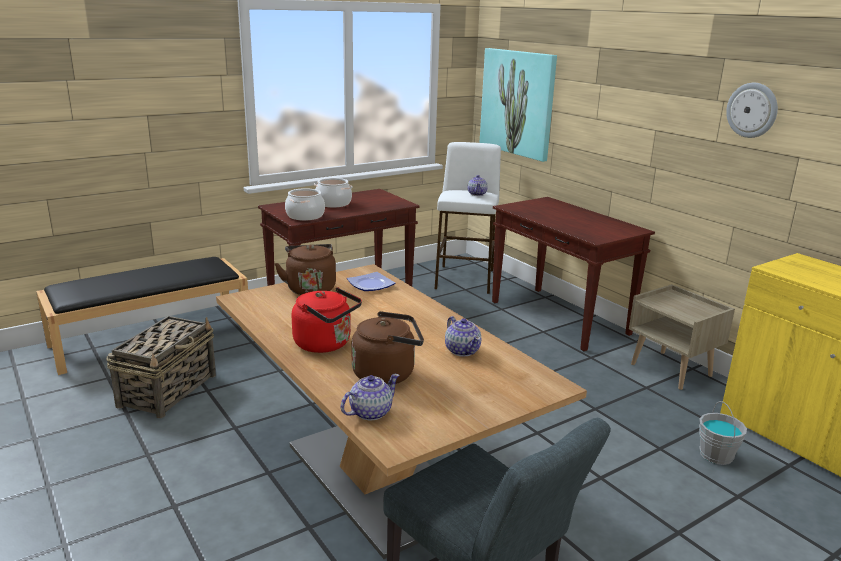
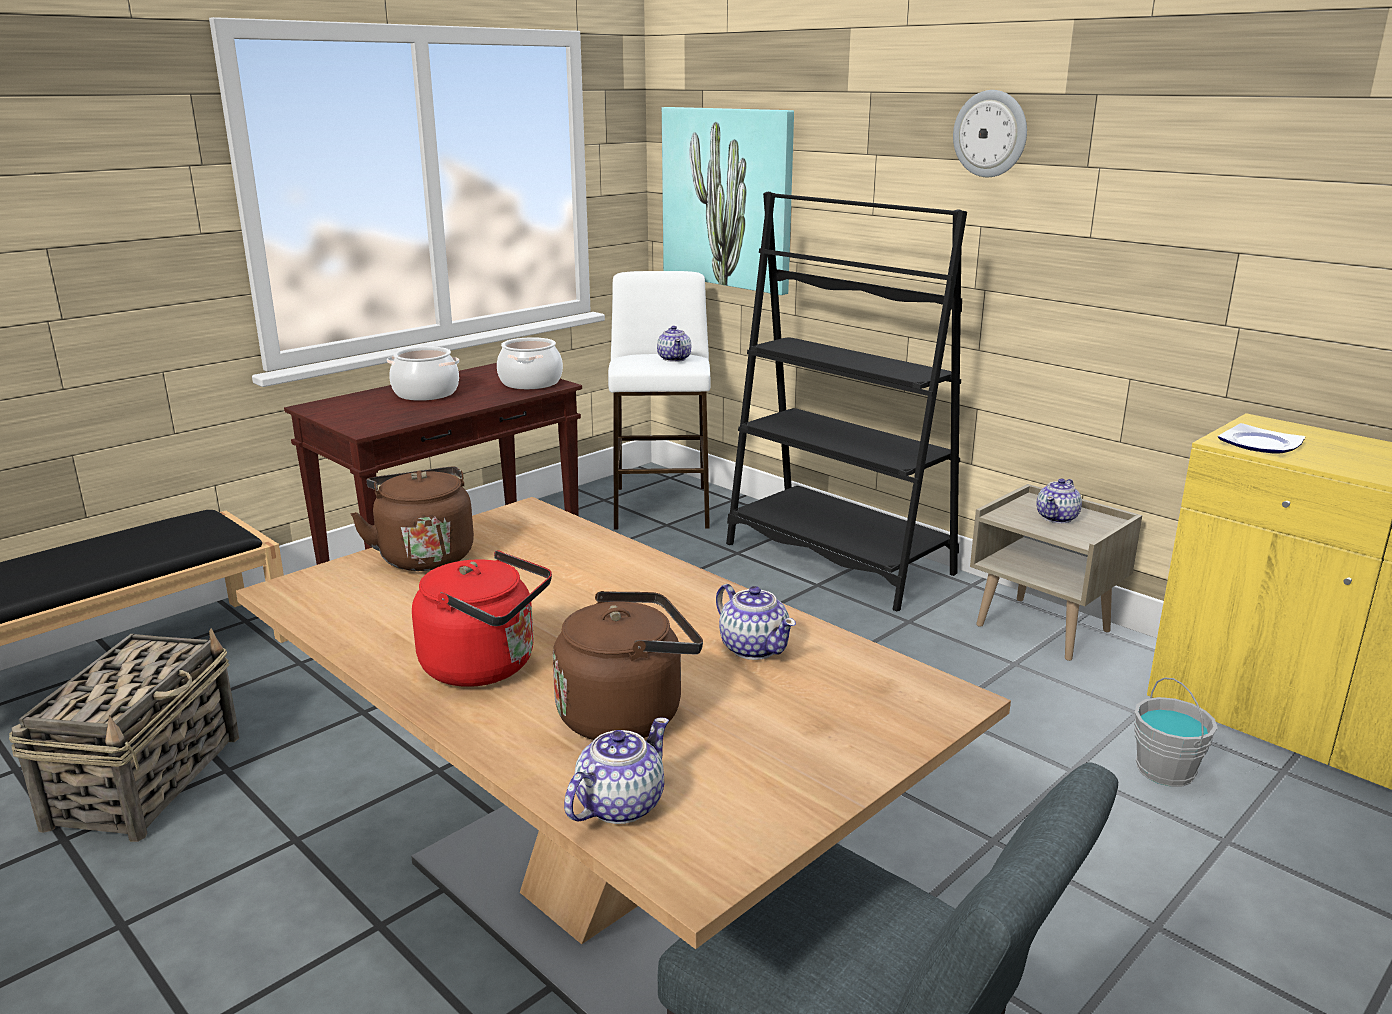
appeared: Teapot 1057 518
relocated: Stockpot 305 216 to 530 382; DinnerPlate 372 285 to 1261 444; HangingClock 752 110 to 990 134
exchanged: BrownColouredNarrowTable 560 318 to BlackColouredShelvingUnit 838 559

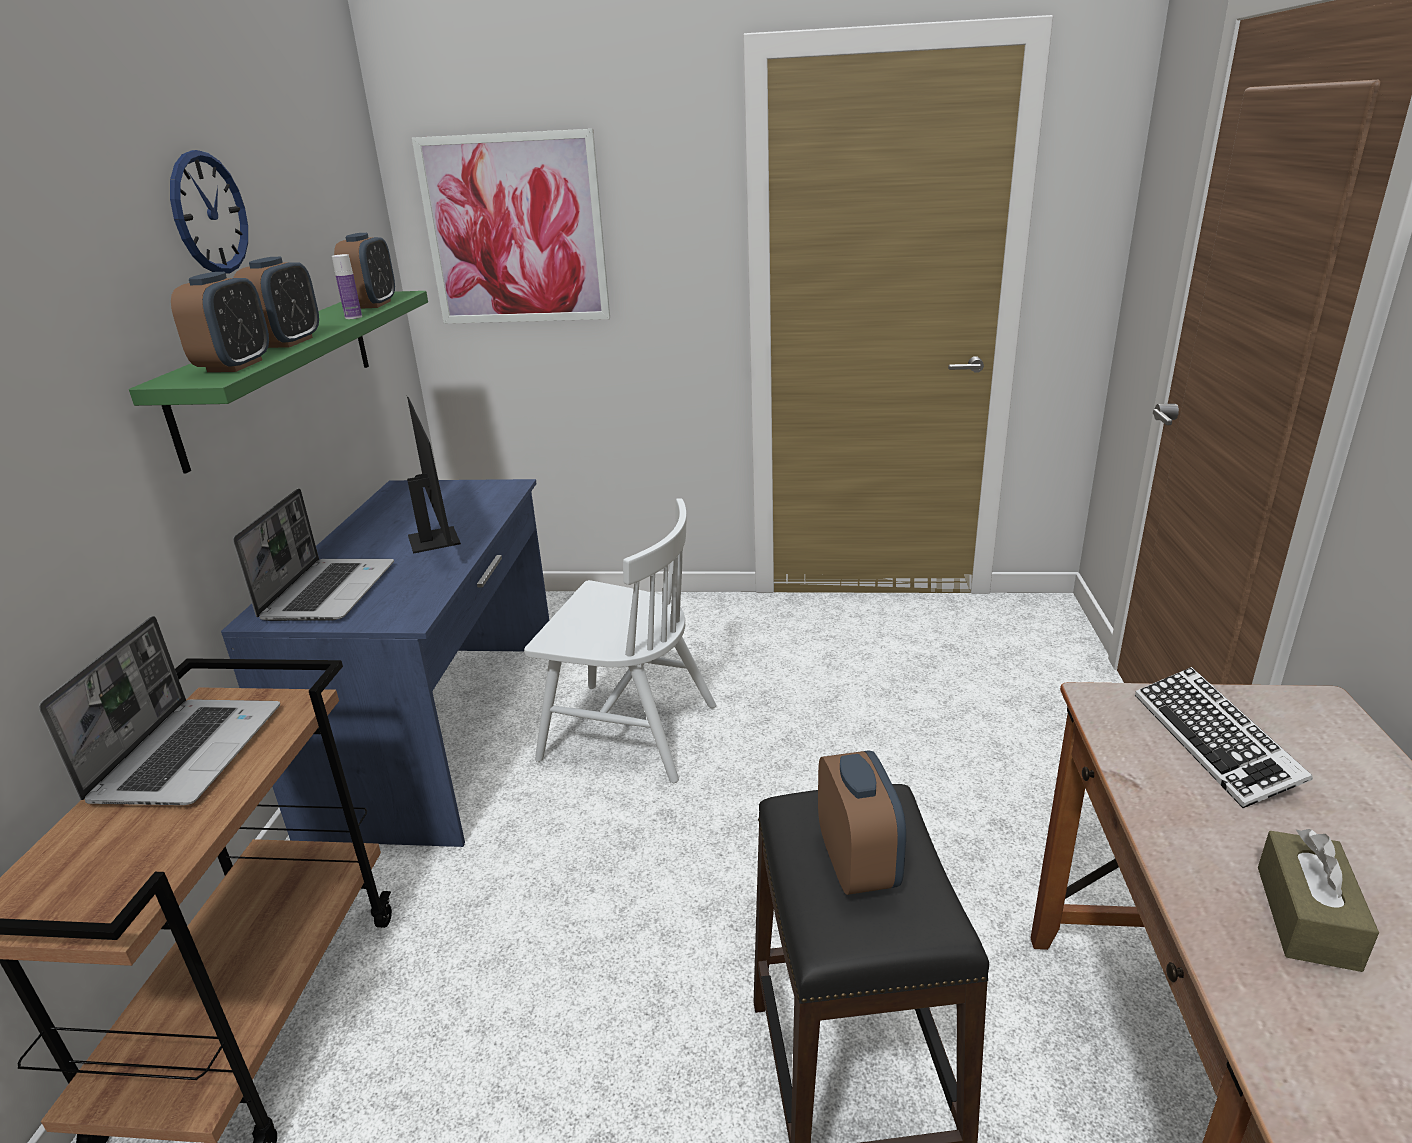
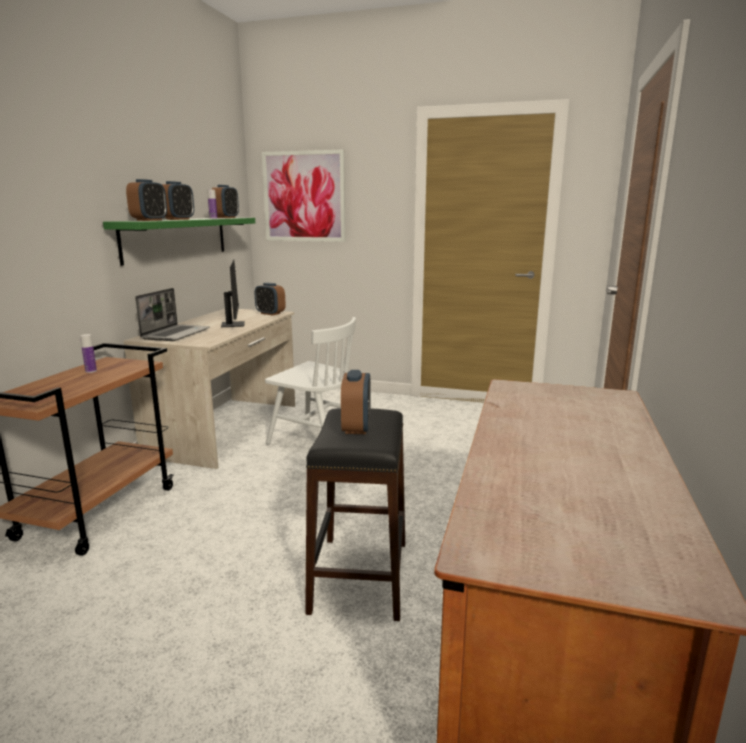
missing: HangingClock 209 213; ComputerKeyboard 1214 743; BrownColouredTissueHolder 1306 916
appeared: BedsideClock 270 313
exchanged: PortableComputer 188 752 to Bottle 91 371
colour: BlueColouredDeskUnit 444 731 to BeigeColouredDeskUnit 227 429

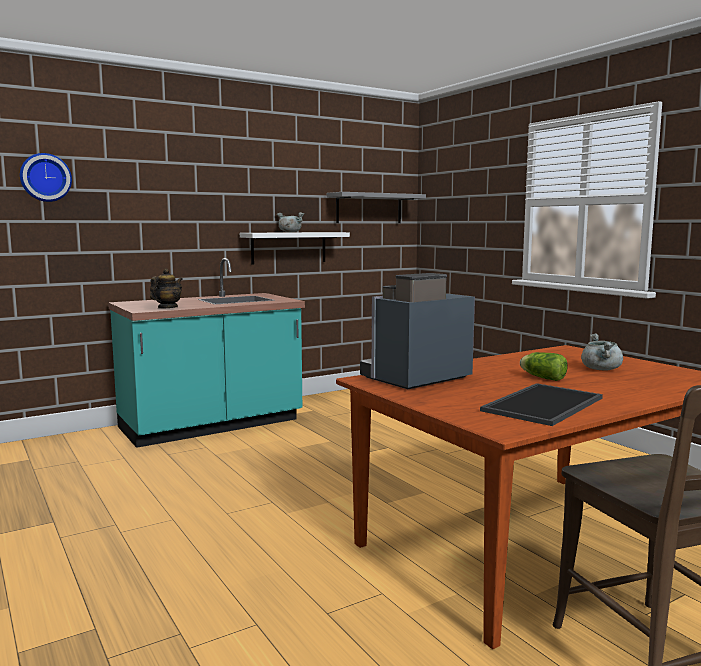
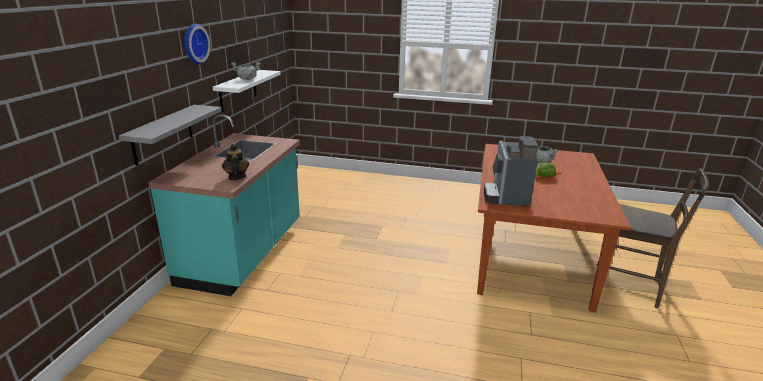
missing: ServingTray 544 405
relocated: HangingClock 45 177 to 193 43; GrayWallShelf 369 208 to 163 134

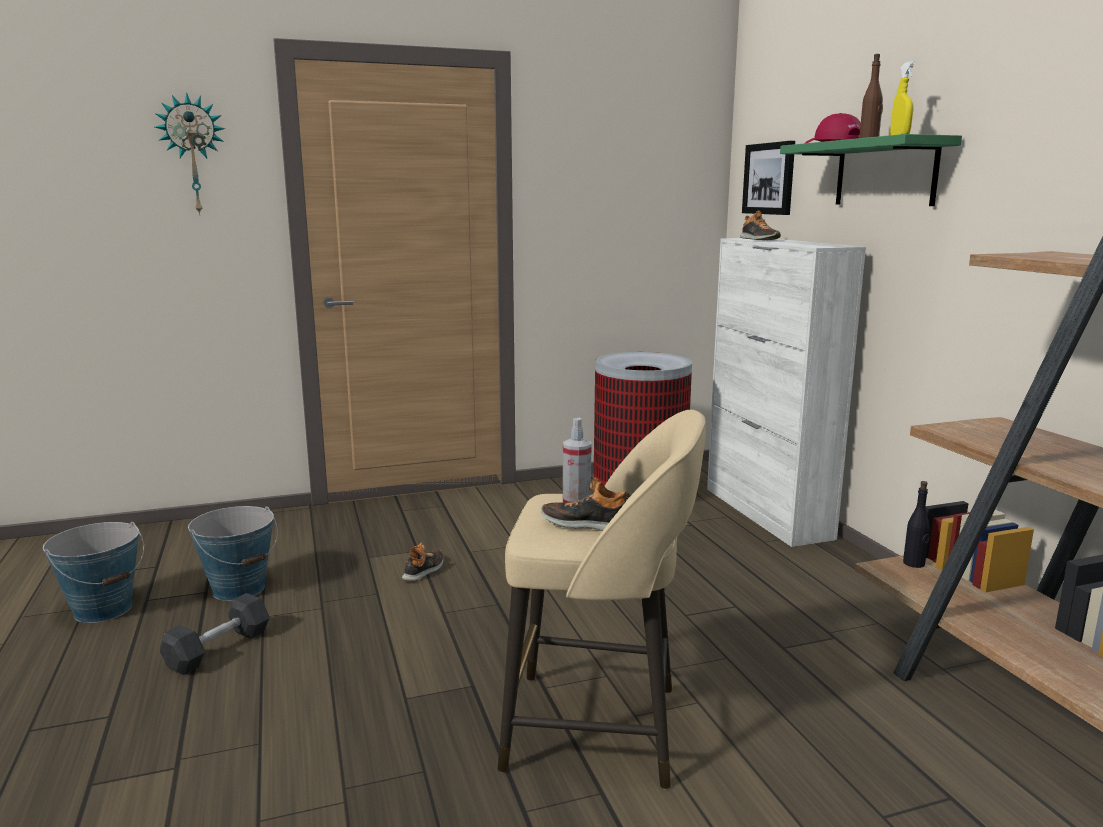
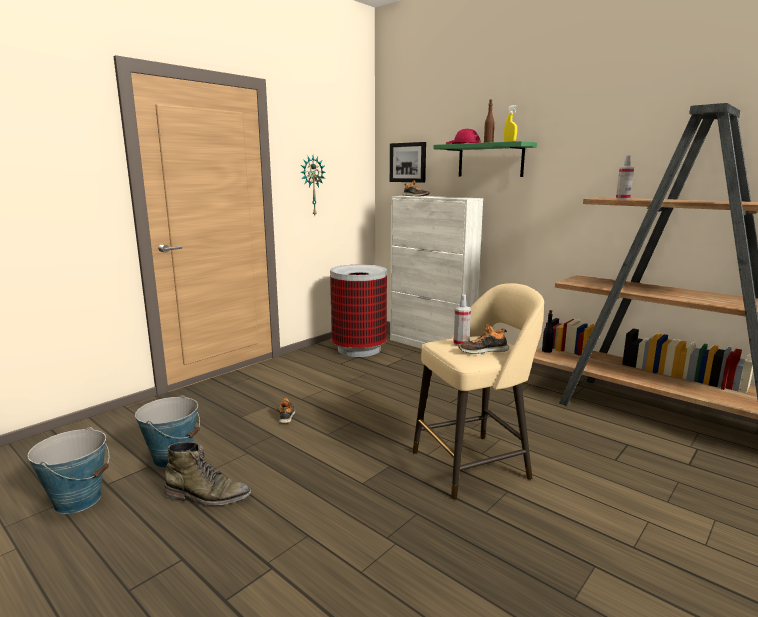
appeared: HandSprayer 622 199
relocated: HangingClock 193 155 to 312 186
exchanged: BlackColouredHandWeight 218 649 to GreenColouredHighTopBoot 208 496

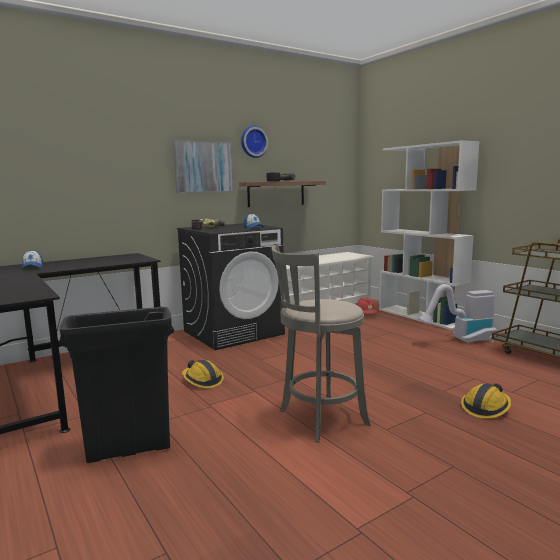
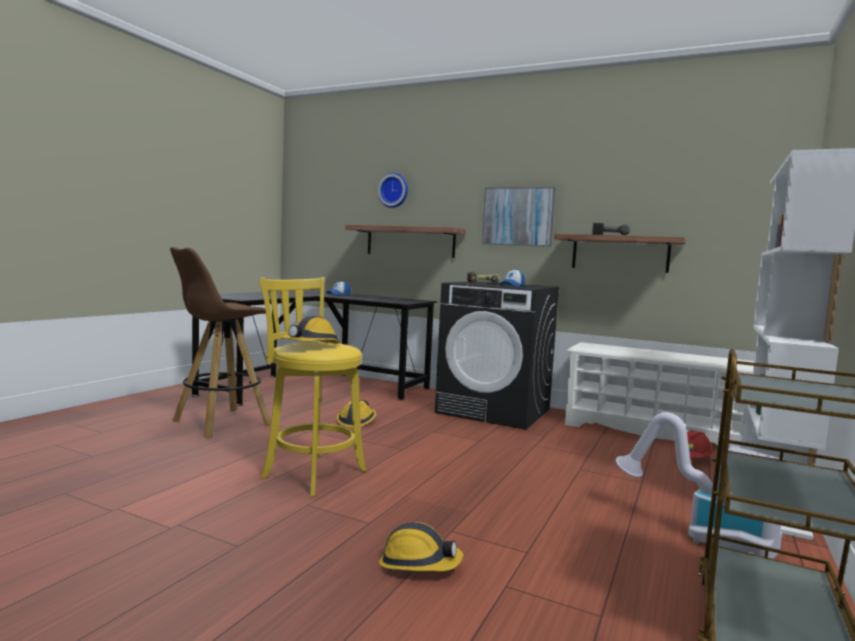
appeared: HardHat 310 346; WallShelf 410 241
relocated: HangingClock 253 142 to 394 190
exchanged: BlackColouredTrashCan 128 449 to BrownColouredStoolSeat 219 423
colour: GrayStoolSeat 319 419 to YellowStoolSeat 311 472

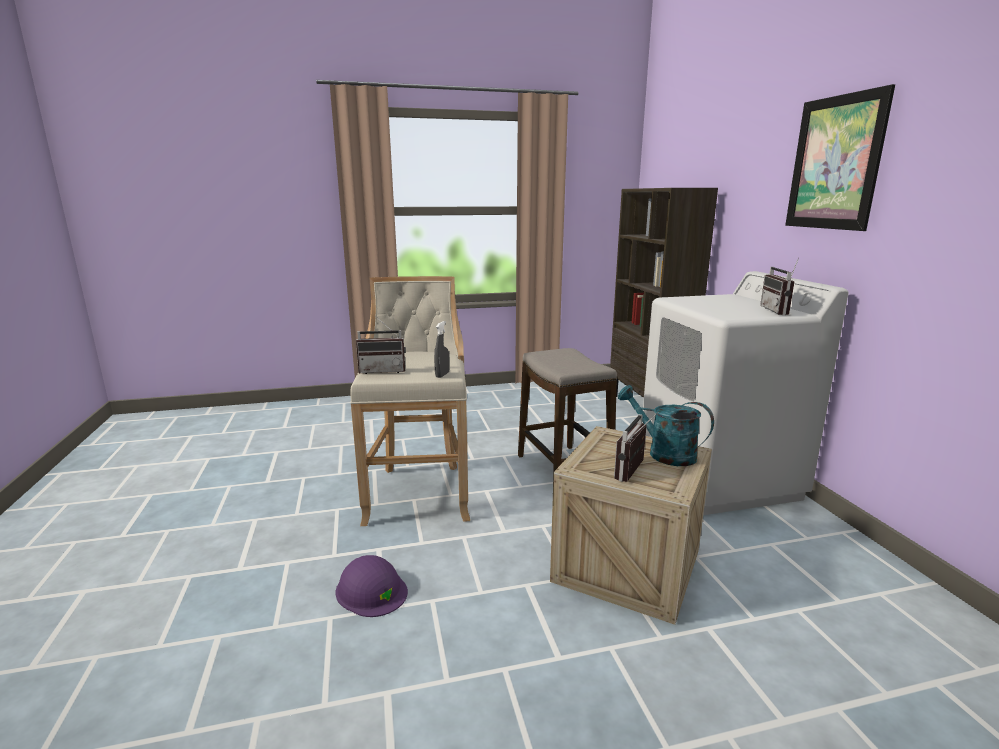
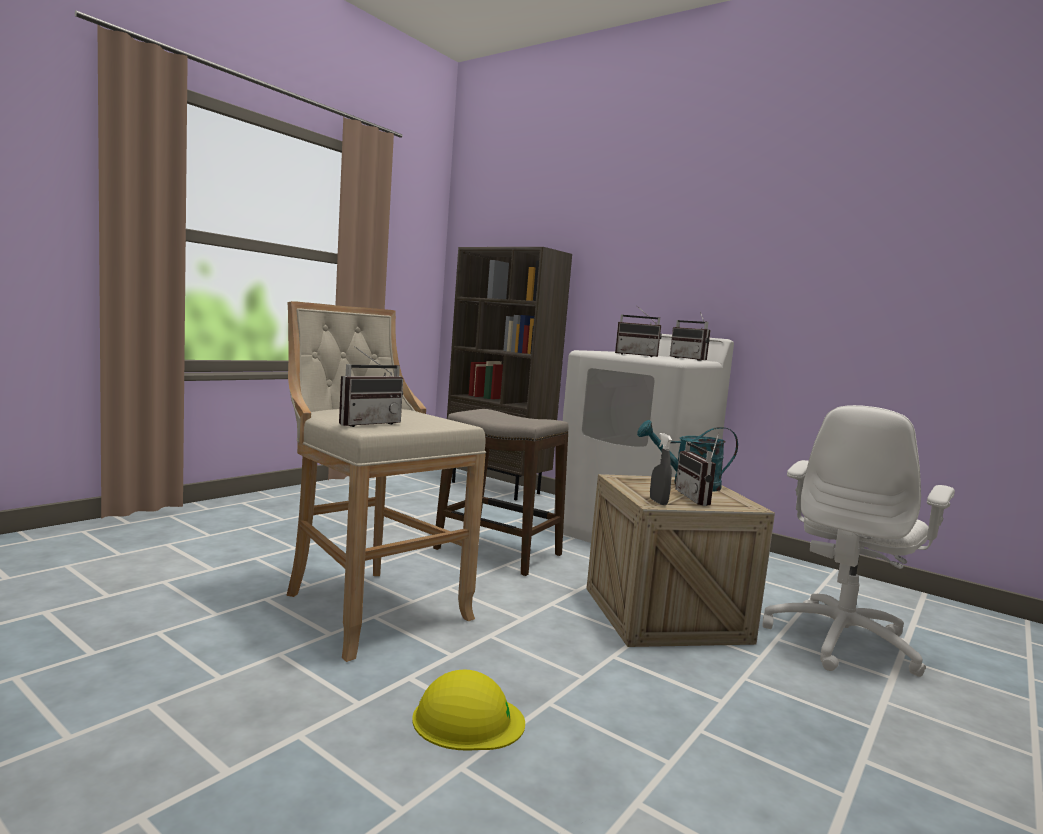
missing: WallPicture 835 163
appeared: Radio 636 355; WhiteColouredComputerChair 842 641
relocated: GrayHandSprayer 442 375 to 658 502
colour: PurpleHardHat 371 590 to YellowHardHat 467 720

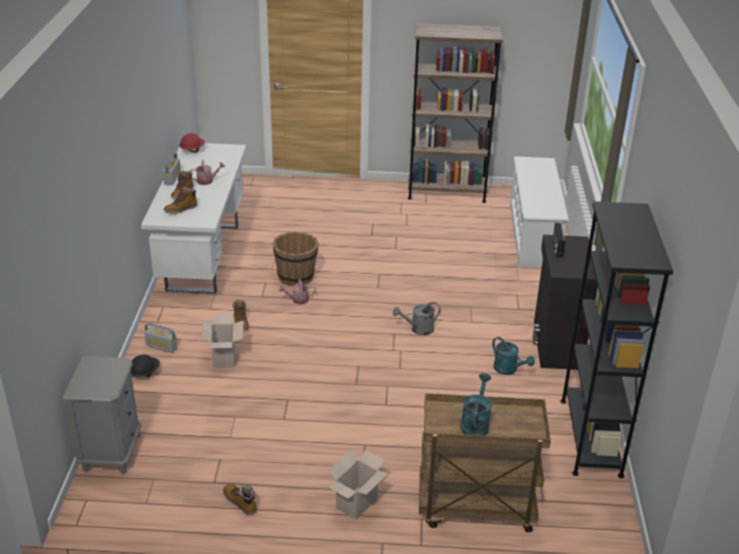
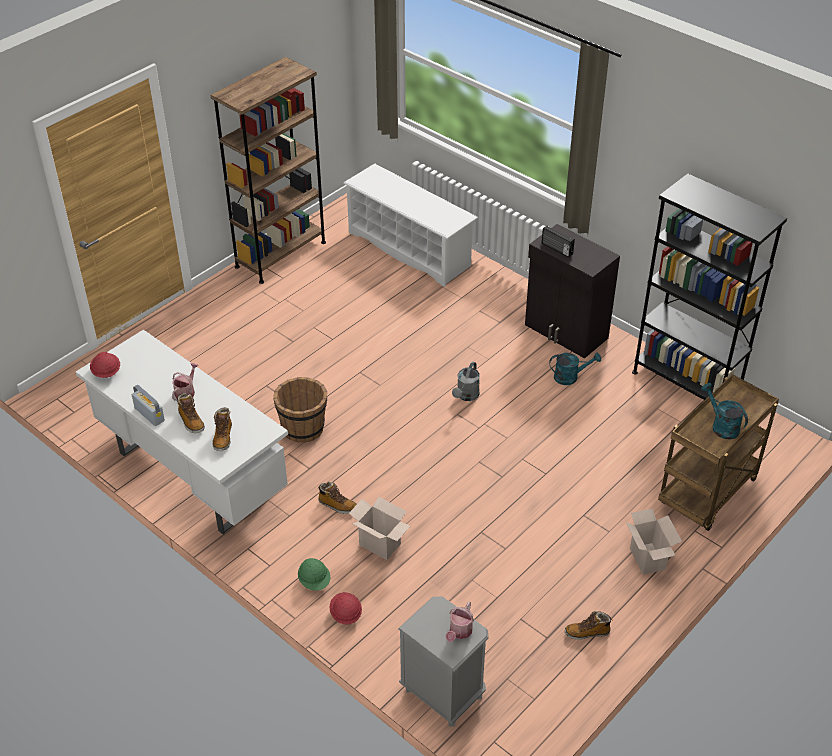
relocated: WateringPot 297 300 to 459 632
exchanged: Radio 161 346 to GreenColouredHardHat 314 581
colour: BlackColouredHardHat 144 373 to ReddishHardHat 345 614

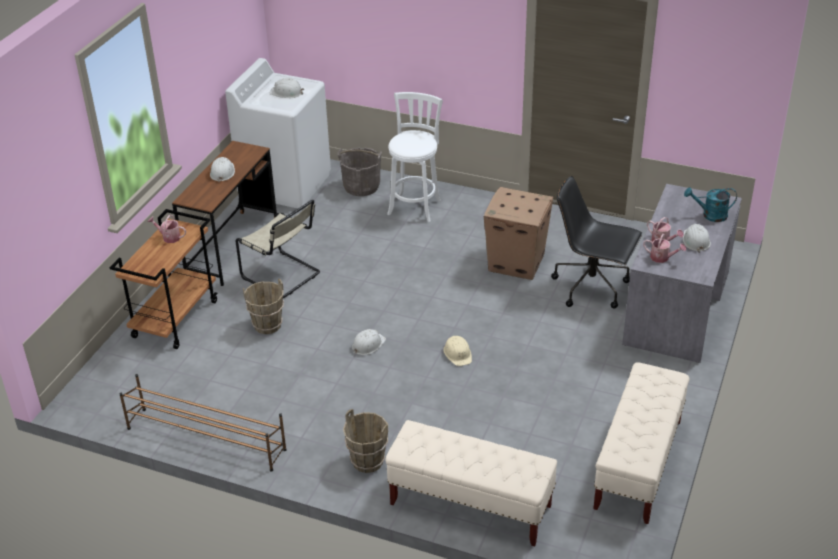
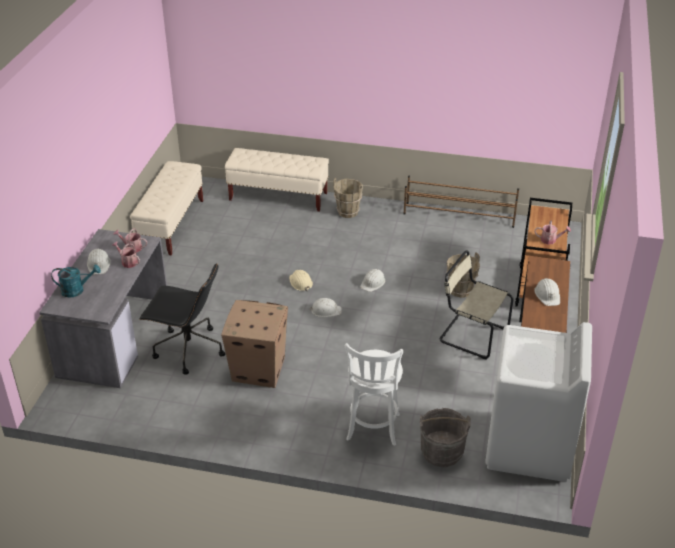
relocated: WhiteColouredHardHat 286 92 to 326 310

